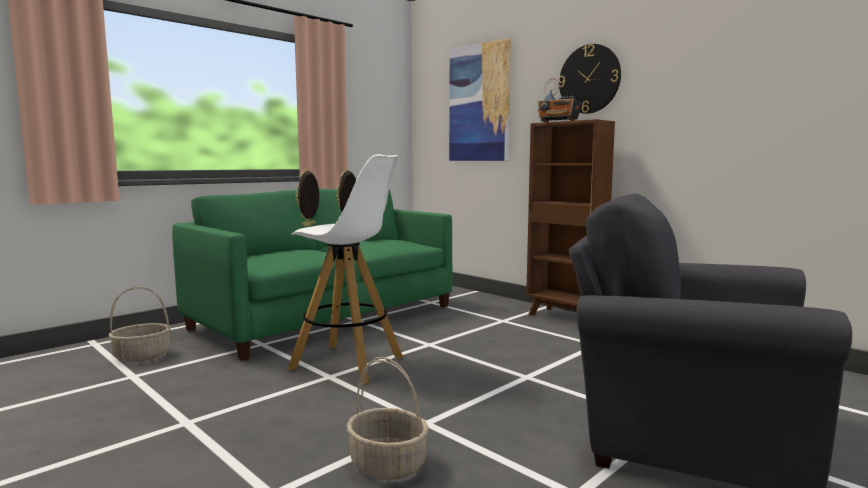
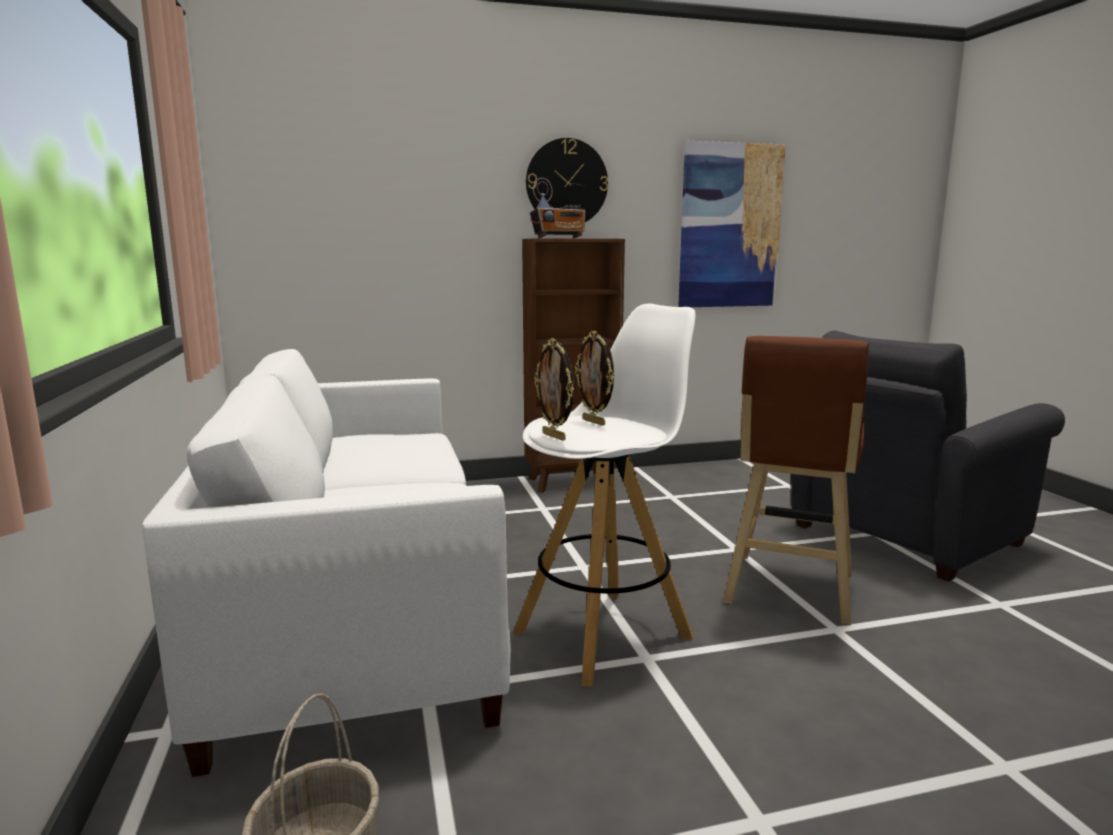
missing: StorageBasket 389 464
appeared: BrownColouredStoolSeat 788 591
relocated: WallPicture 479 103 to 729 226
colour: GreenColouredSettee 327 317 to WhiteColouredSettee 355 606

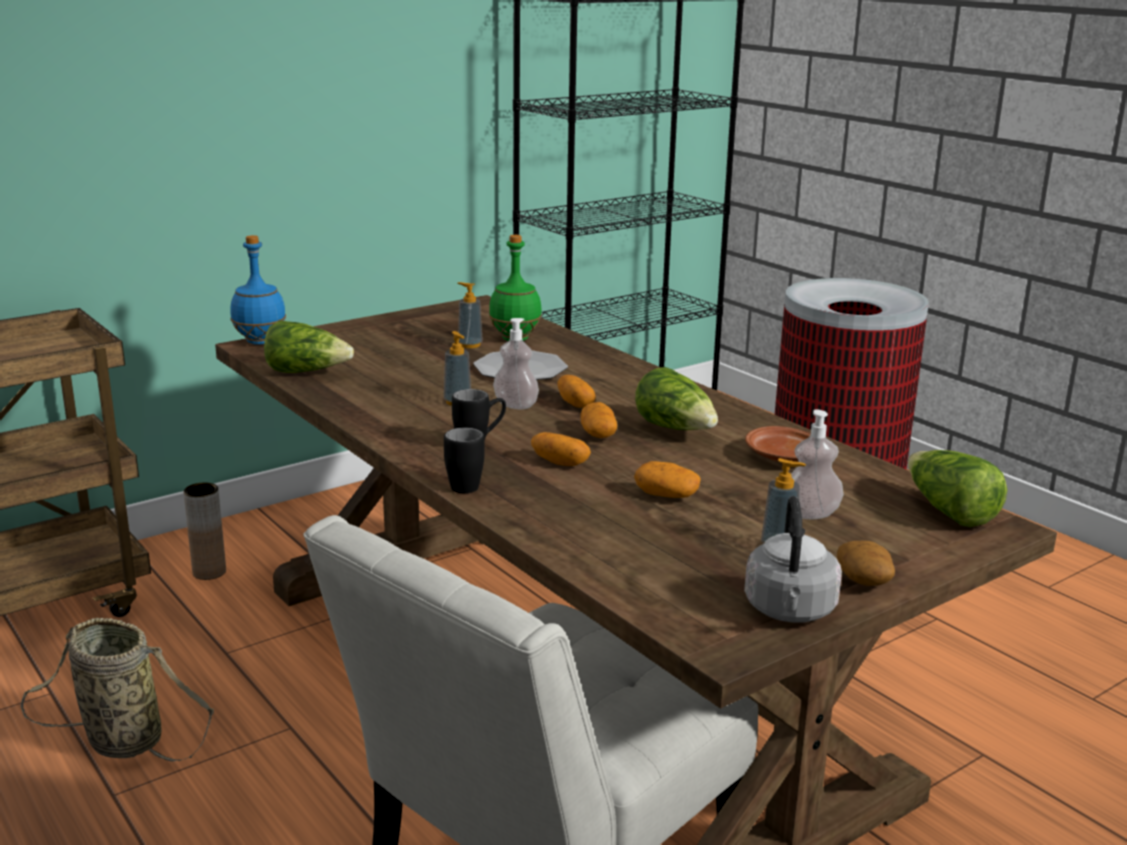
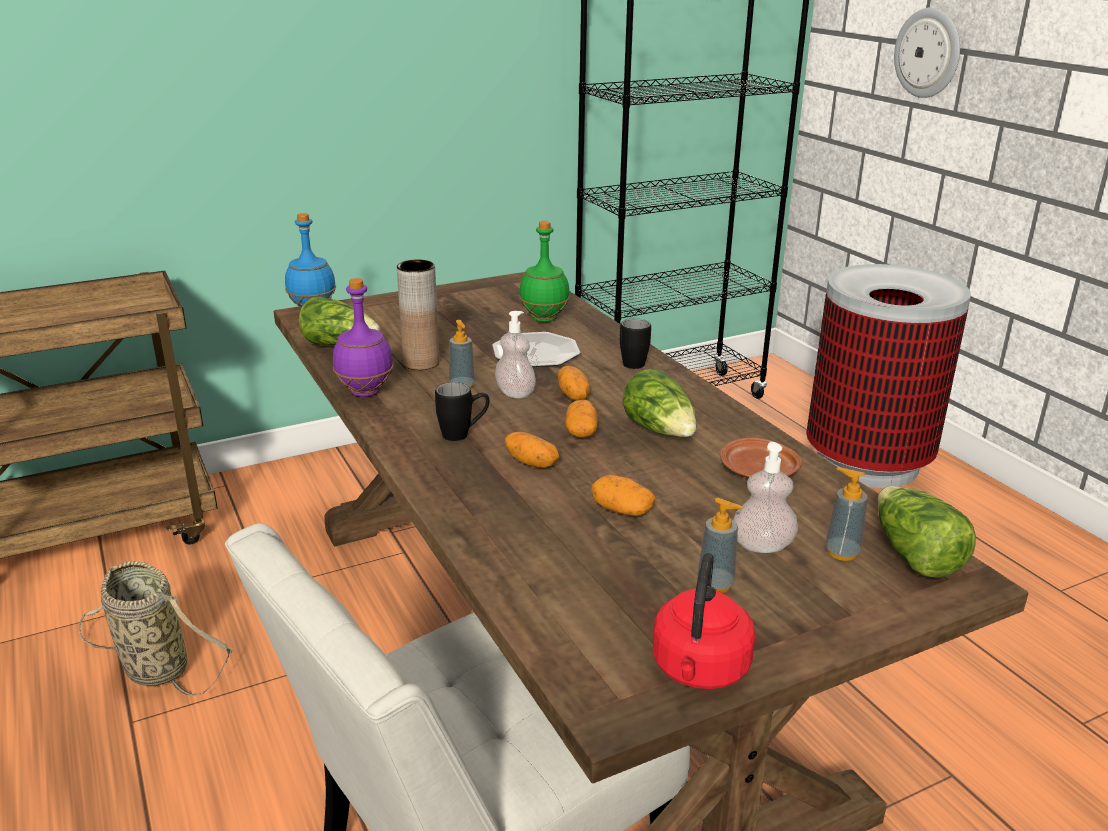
missing: Spud 864 580
appeared: PurpleBottle 365 392; HangingClock 928 53
relocated: BrownColouredVase 209 572 to 421 363; BlackColouredTeaMug 462 483 to 632 361; SoapBottle 470 345 to 842 552
colour: GrayWaterKettle 790 611 to ReddishWaterKettle 699 670

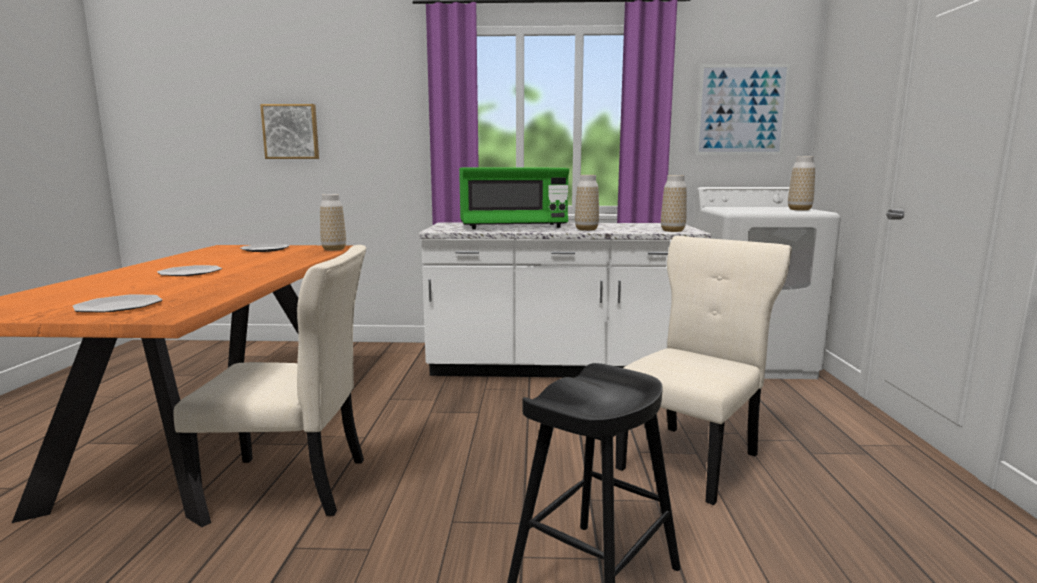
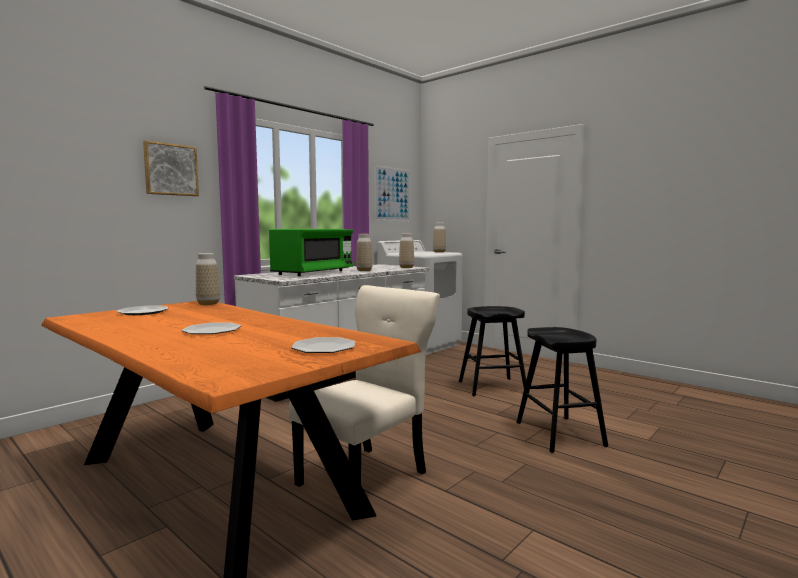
relocated: WallPicture 291 132 to 170 170
exchanged: BeigeColouredPlainChair 692 459 to BlackColouredStoolSeat 492 387

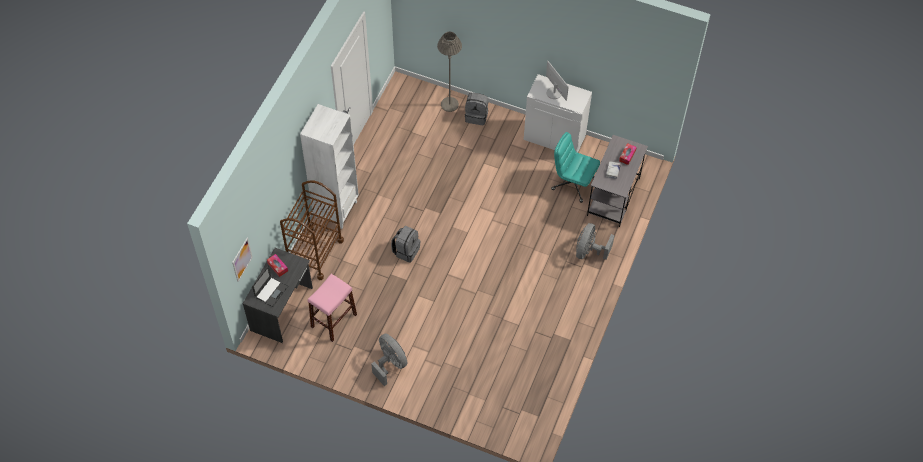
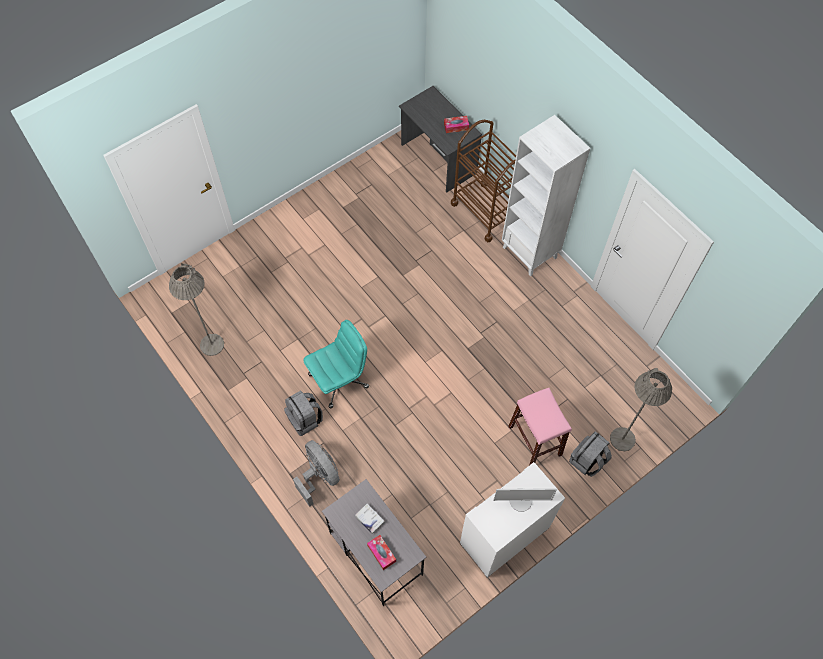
missing: WallPicture 242 259; PortableComputer 271 291; GrayFan 390 364
appeared: GrayStandardLamp 212 345
relocated: PinkStoolSeat 333 320 to 535 440; GrayRucksack 406 250 to 305 419; TurquoiseComputerChair 573 184 to 339 380

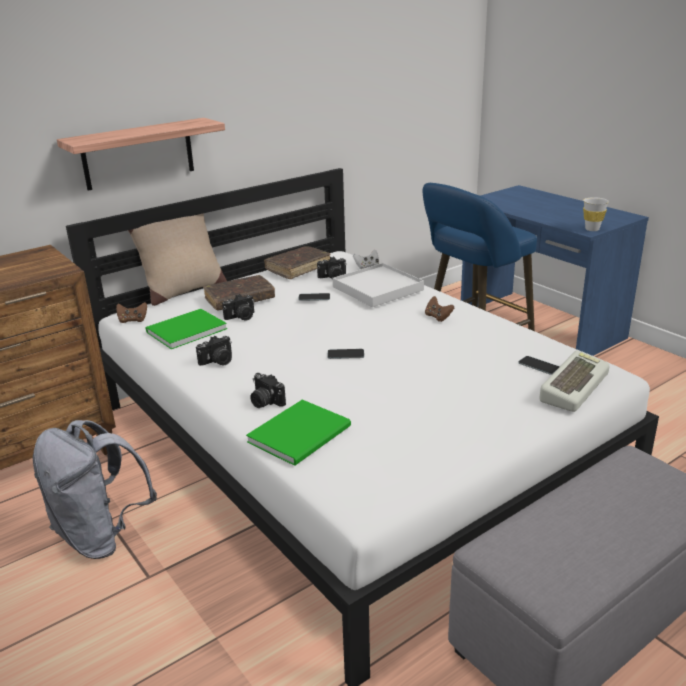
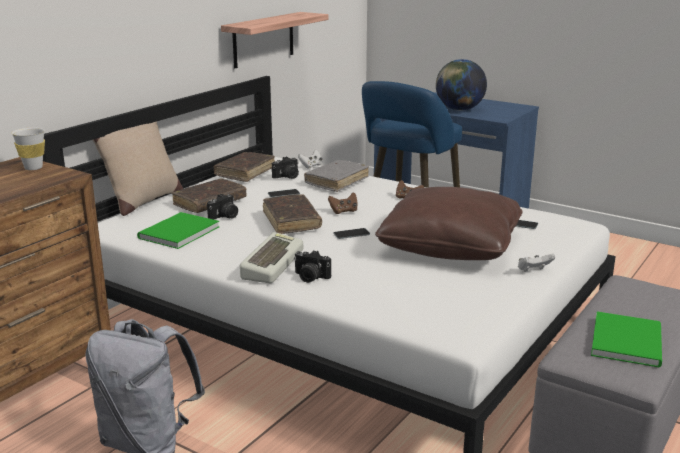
missing: StillCamera 218 362
appeared: BrownColouredVolume 291 221; BrownColouredThrowPillow 450 246; DeskGlobe 459 109; WhiteColouredGamepad 533 270
relocated: WallShelf 138 154 to 263 39; BrownColouredGamepad 133 320 to 343 211; GreenColouredVolume 303 434 to 629 340; ComputerKeyboard 572 386 to 271 264; WhiteColouredSmallCup 592 229 to 33 168
exchanged: WhiteColouredServingTray 377 288 to GrayVolume 337 181

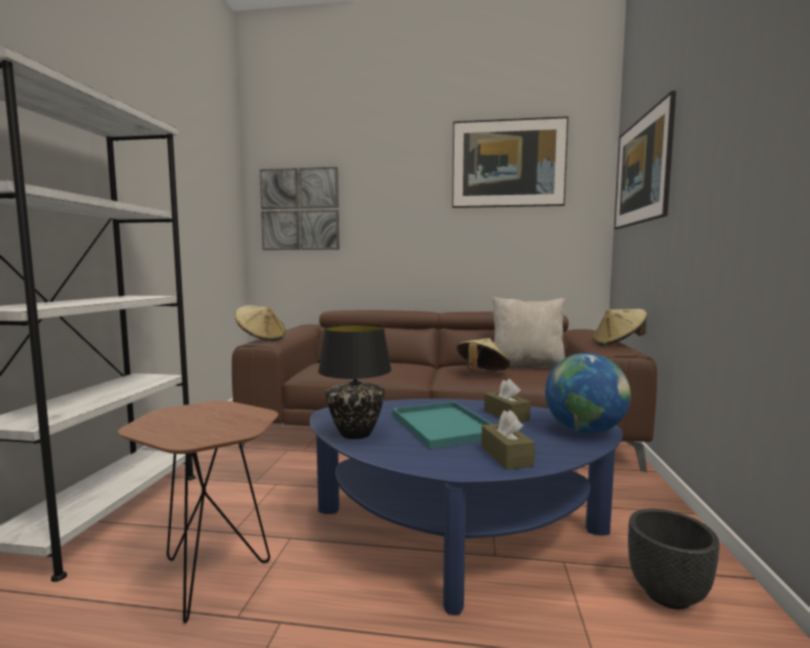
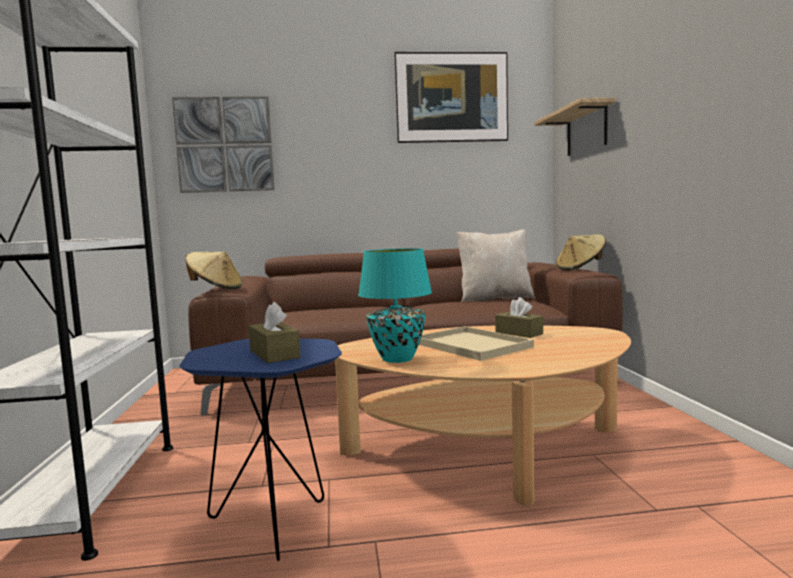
missing: BeigeColouredHat 481 373; DeskGlobe 584 431; BlackColouredPlantPot 668 595
relocated: BrownColouredTissueHolder 506 456 to 274 354
exchanged: WallPicture 640 197 to WallShelf 586 130
colour: BrownColouredSideTable 211 580 to BlueColouredSideTable 275 525; BlueColouredLoungeTable 456 534 to BeigeColouredLoungeTable 488 450; BlackColouredTabletopLamp 356 434 to TurquoiseTabletopLamp 398 359; TurquoiseServingTray 445 426 to BeigeColouredServingTray 474 345

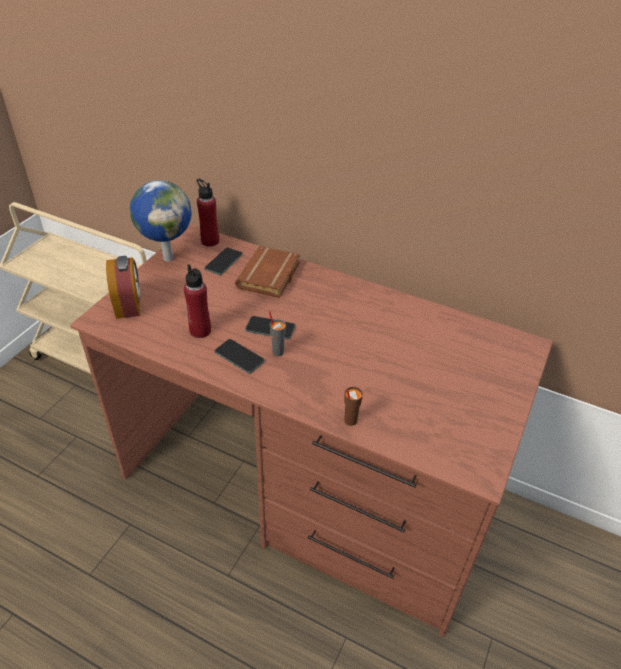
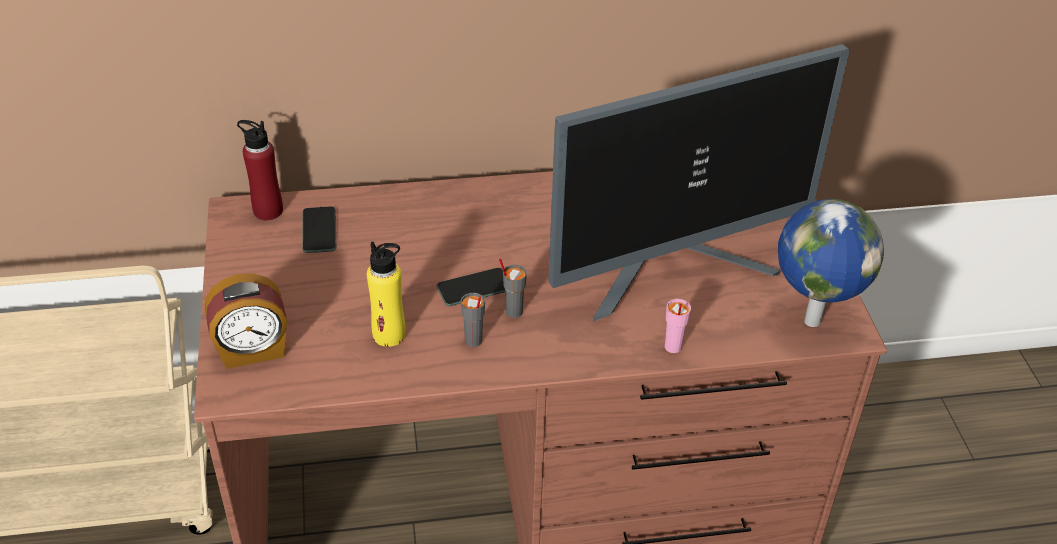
missing: BrownColouredVolume 270 277
appeared: Monitor 675 268
relocated: DeskGlobe 168 258 to 810 320
exchanged: Phone 239 356 to GraySmallCup 473 341
colour: ReddishBottle 200 331 to YellowBottle 389 335; BrownColouredSmallCup 350 420 to PinkSmallCup 672 347
spun: BedsideClock 129 305 = 253 351 120 degrees clockwise

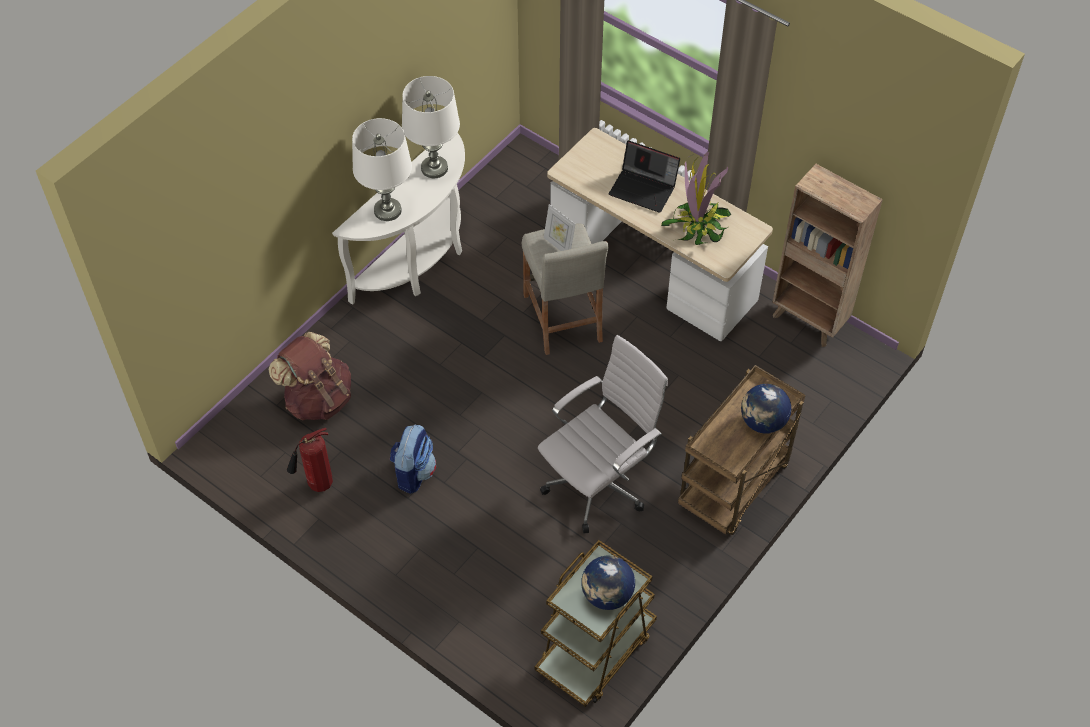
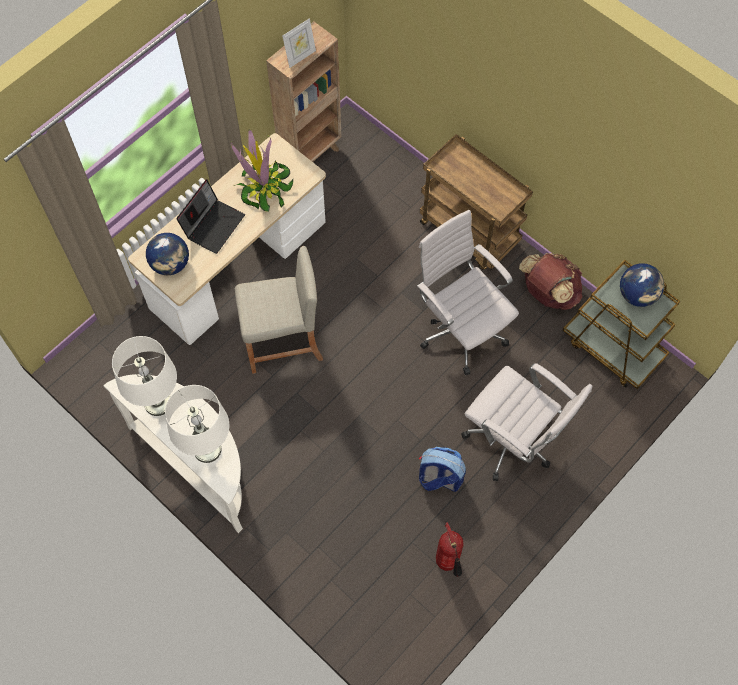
appeared: WhiteColouredComputerChair 513 442
relocated: BrownColouredRucksack 318 398 to 548 293; StandingFrame 559 245 to 300 57; DeskGlobe 763 422 to 170 264

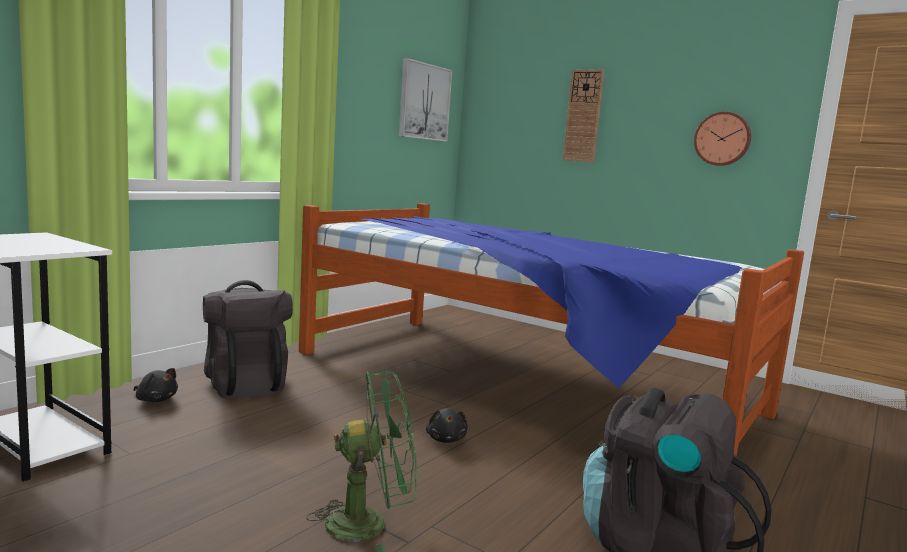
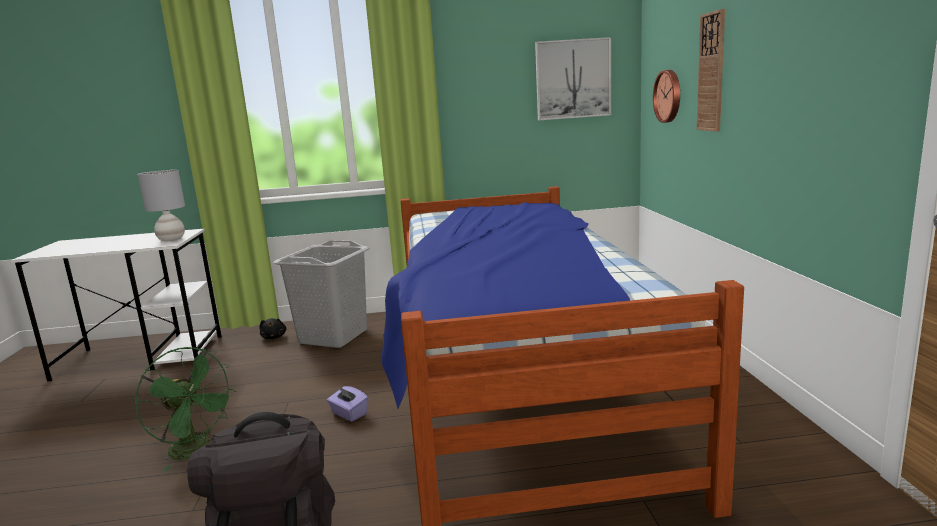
appeared: GrayTabletopLamp 172 239
relocated: HangingClock 722 139 to 669 96
exchanged: BlackColouredRucksack 245 384 to GrayLaundryBasket 332 337; BlackColouredPlushToy 446 439 to PurpleTissueHolder 349 414

